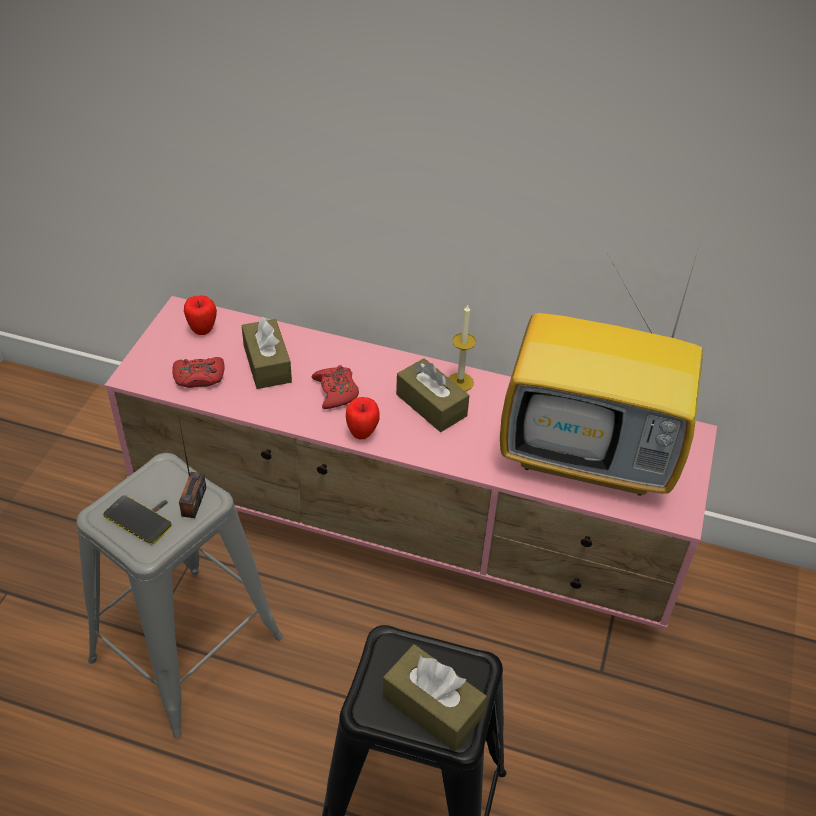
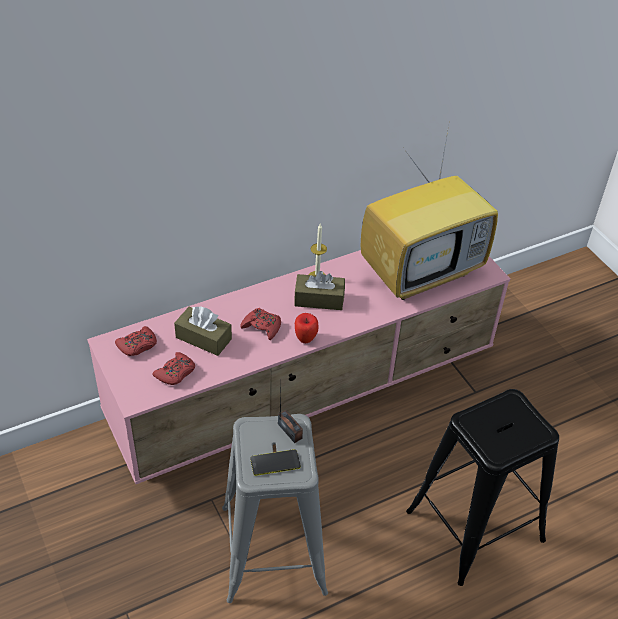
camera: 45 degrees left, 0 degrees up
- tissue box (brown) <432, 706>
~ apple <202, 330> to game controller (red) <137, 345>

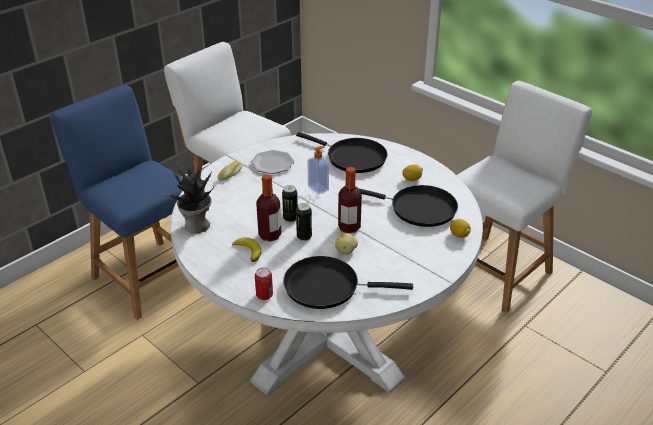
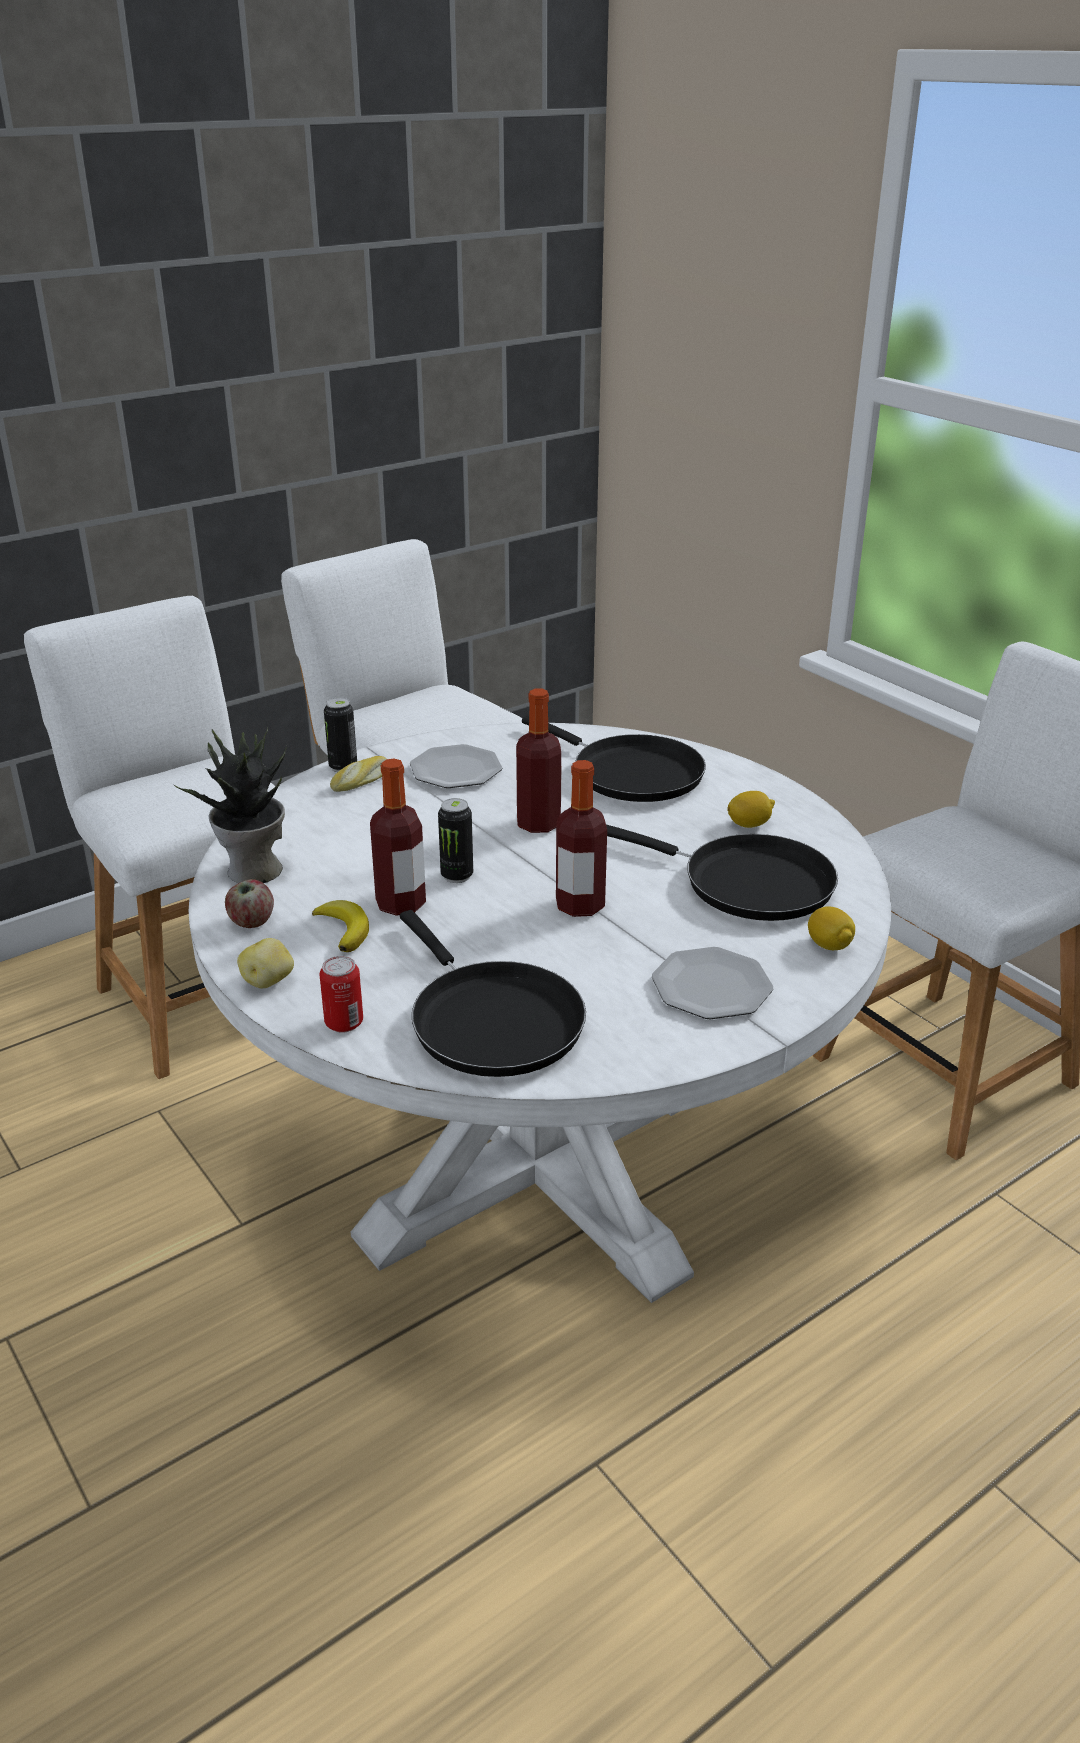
camera: 10 degrees right, 5 degrees down
+ apple <251, 922>
+ plate <711, 988>
~ can <304, 237> to <343, 767>
~ potato <346, 251> to <268, 981>
~ soap dispenser <319, 188> to bottle <538, 824>
~ chair (blue) <146, 275> to chair (white) <205, 995>
~ frying pan (black) <327, 286> = <491, 1020> 135 degrees counterclockwise

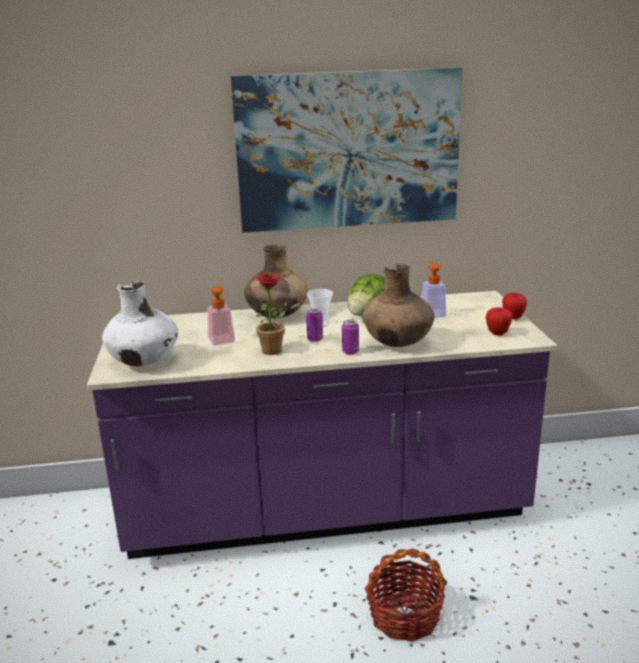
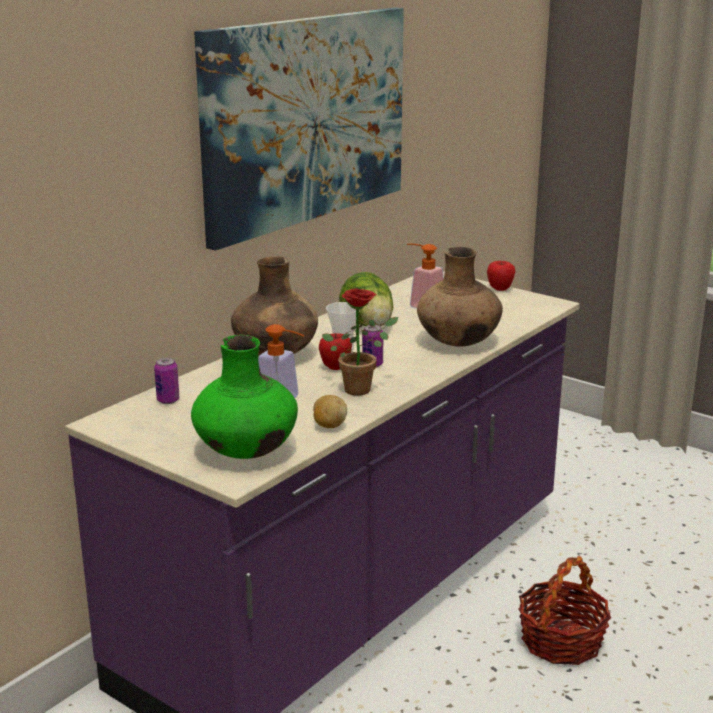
camera: 45 degrees left, 0 degrees up
+ potato <329, 426>
~ can <350, 351> to <168, 400>
~ apple <497, 333> to <335, 367>
~ vase (white) <144, 362> to vase (green) <246, 451>

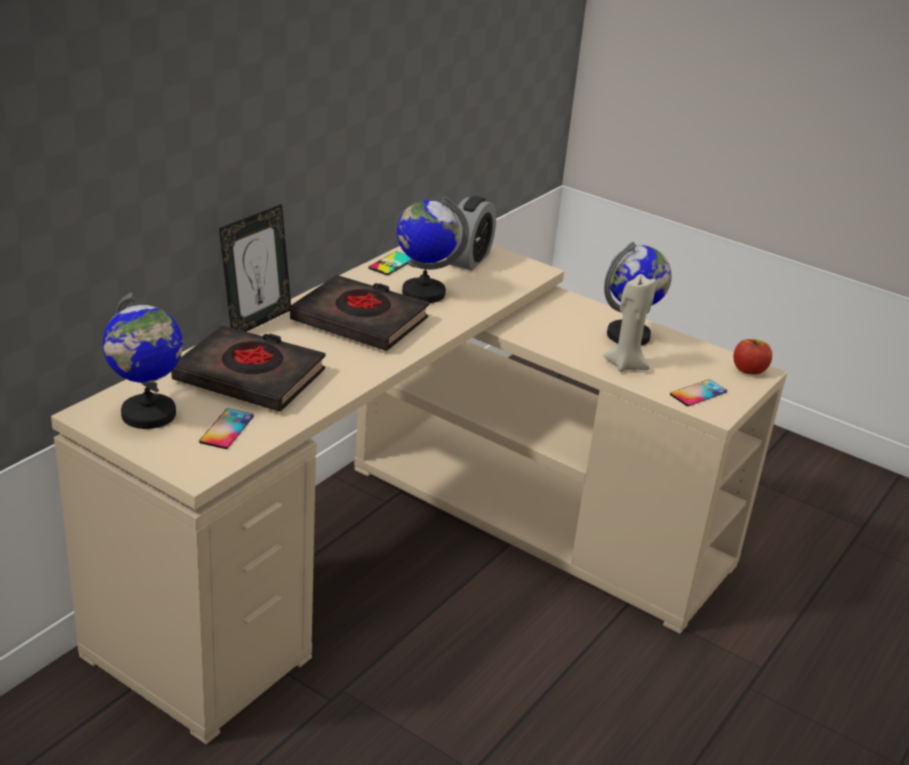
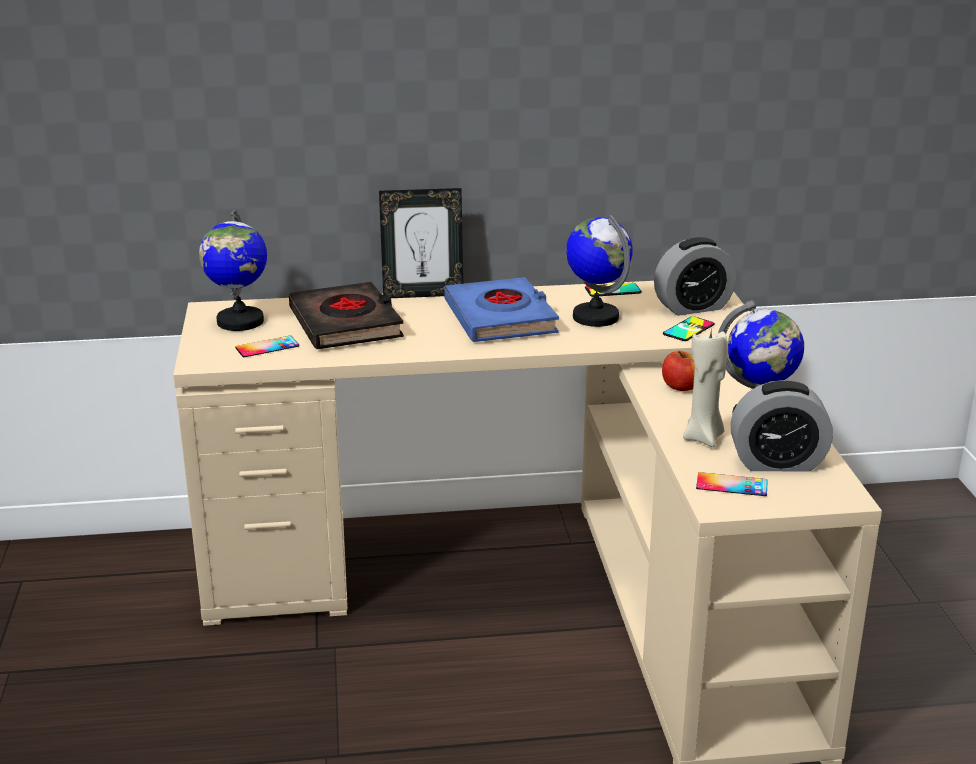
camera: 50 degrees right, 5 degrees down
+ phone <688, 329>
+ alarm clock <777, 463>
~ apple <749, 370> to <681, 386>
~ book (black) <360, 321> to book (blue) <501, 318>

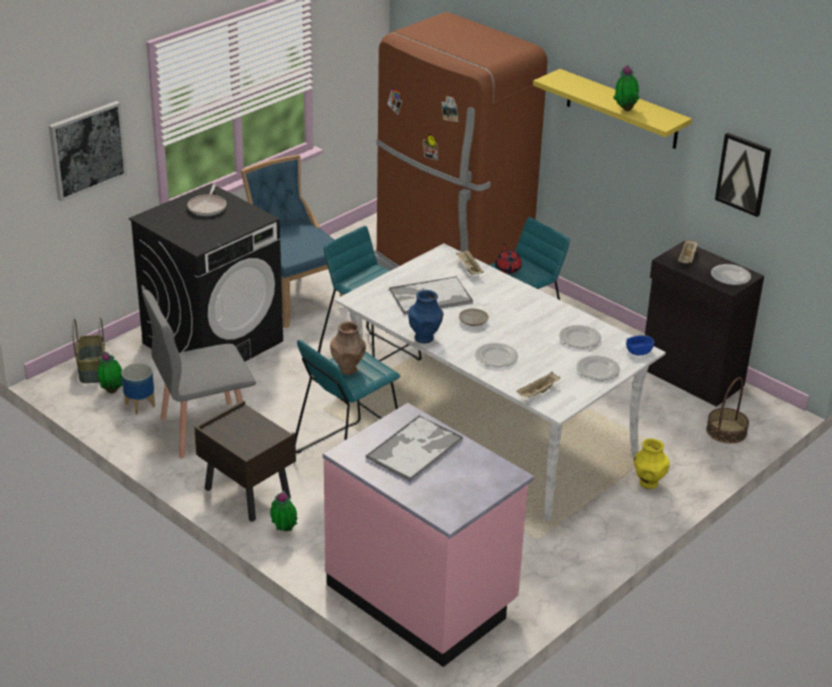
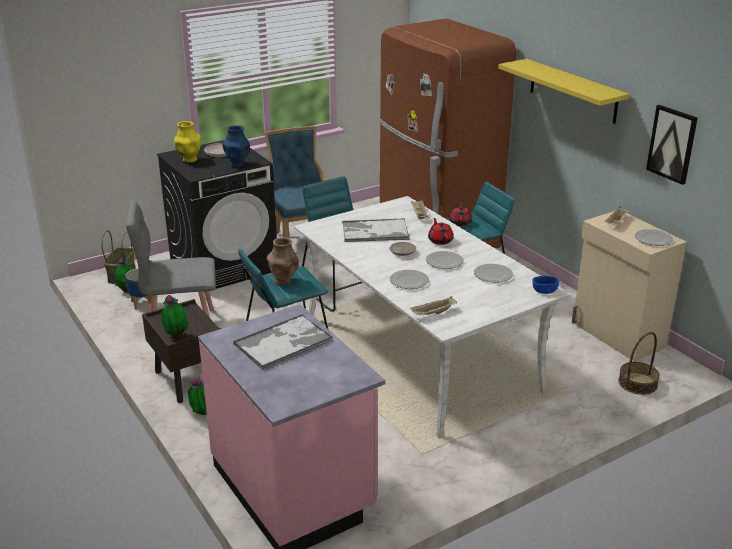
camera: 15 degrees right, 5 degrees down
- picture <87, 150>
+ teapot (red) <440, 240>
~ vase (blue) <424, 338> to <237, 164>
~ plate <598, 370> to <444, 262>
~ potted plant <625, 109> to <176, 335>
~ vase (yellow) <648, 483> to <189, 160>
~ cabinet (black) <691, 378> to cabinet (beige) <617, 335>

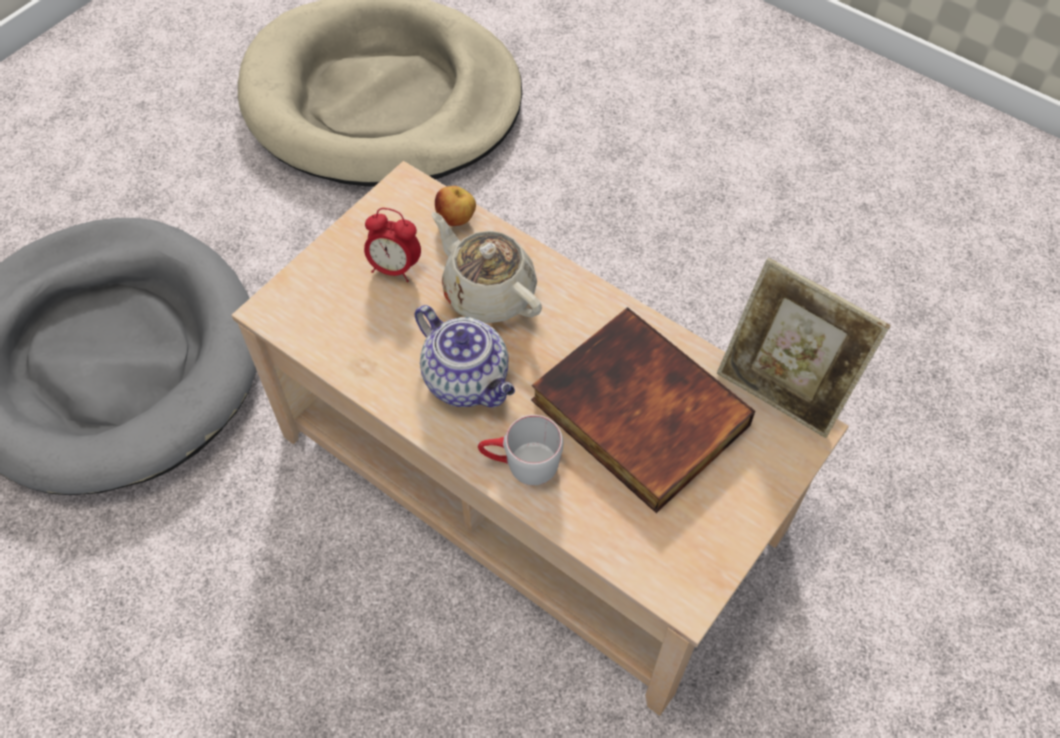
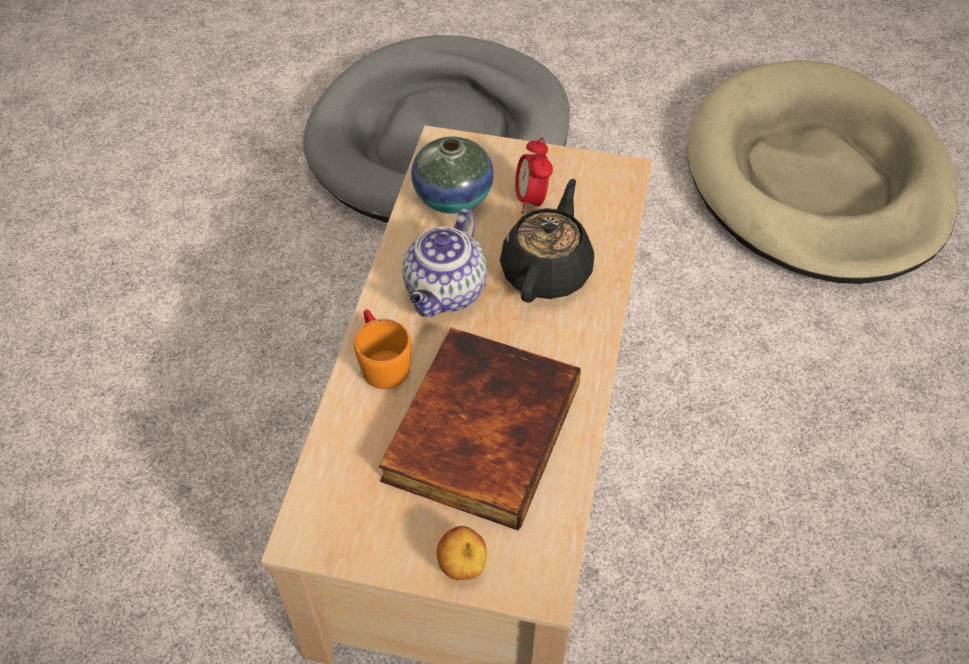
camera: 65 degrees right, 5 degrees down
- picture frame <783, 389>
+ vase <453, 196>
~ apple <456, 219> to <462, 566>
~ teapot (beige) <488, 292> to teapot (black) <547, 270>
~ mug (grey) <520, 464> to mug (orange) <381, 361>

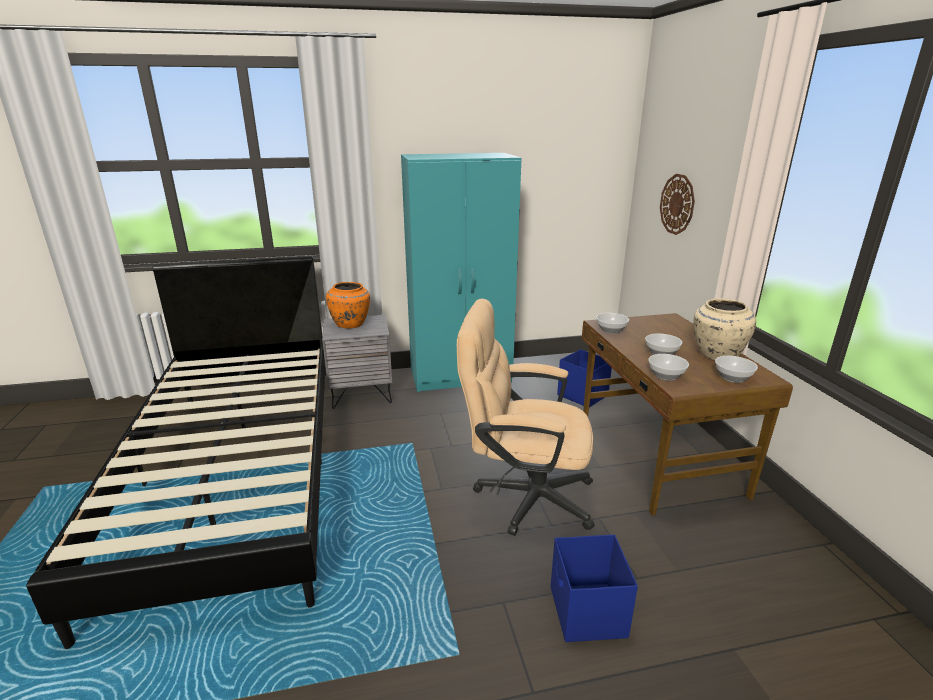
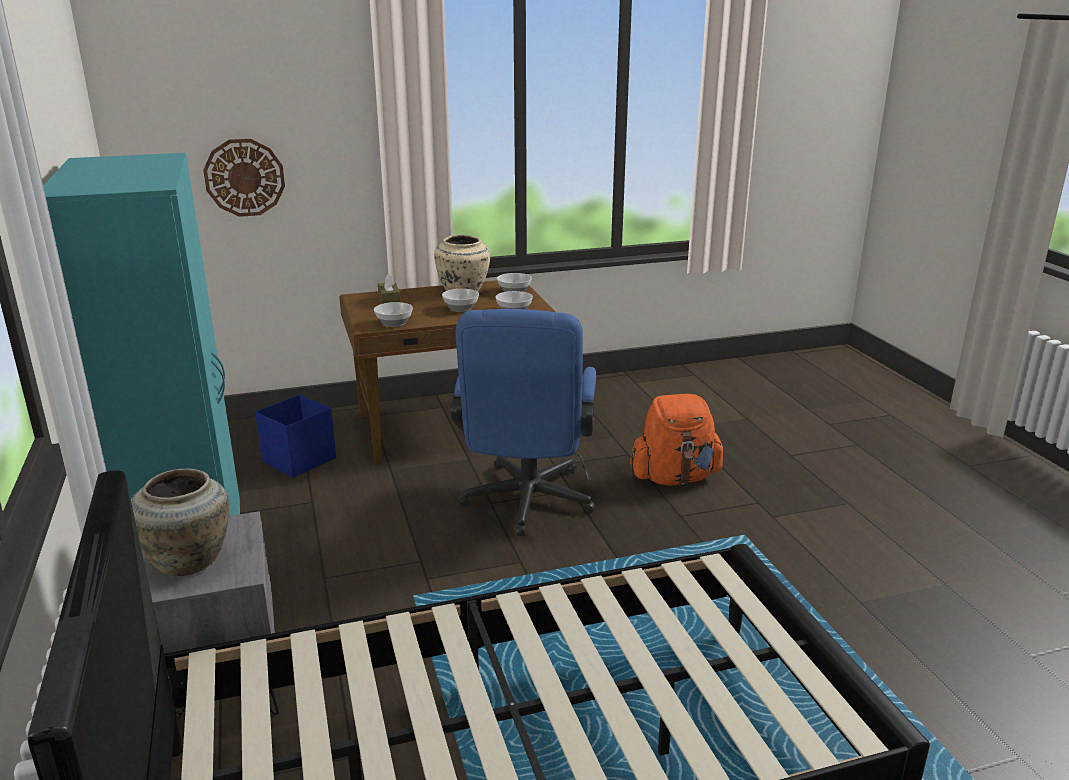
camera: 95 degrees left, 0 degrees up
+ tissue box (brown) <389, 301>
~ storage box (blue) <587, 613> to backpack (orange) <674, 478>
~ vase (orange) <350, 324> to vase (beige) <190, 560>
~ office chair (beige) <523, 496> to office chair (blue) <526, 505>

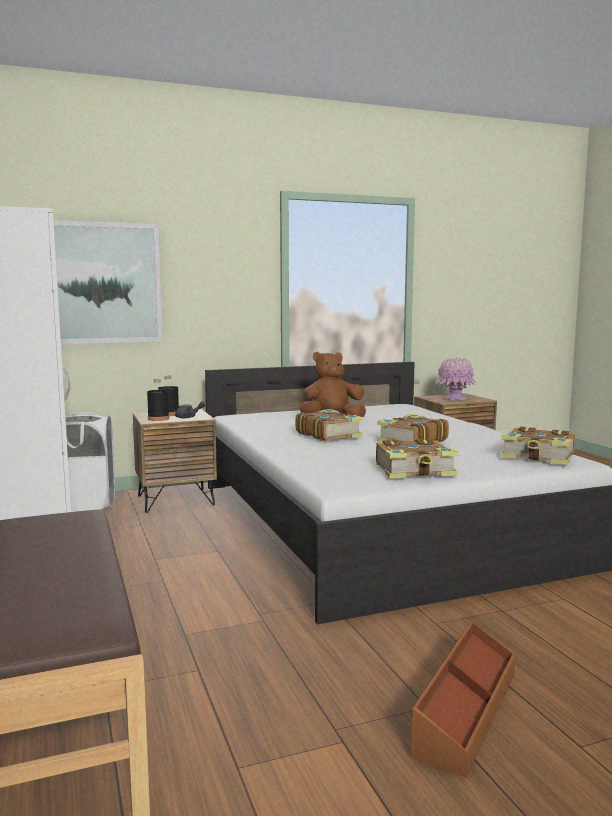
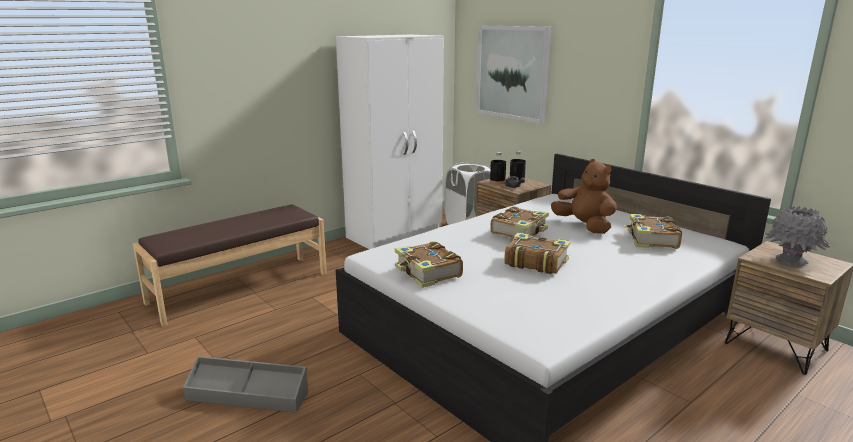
camera: 70 degrees right, 10 degrees up
~ book <539, 457> to <651, 240>
~ storage box (brown) <465, 710> to storage box (grey) <248, 395>
~ vase (pink) <454, 398> to vase (grey) <791, 260>

